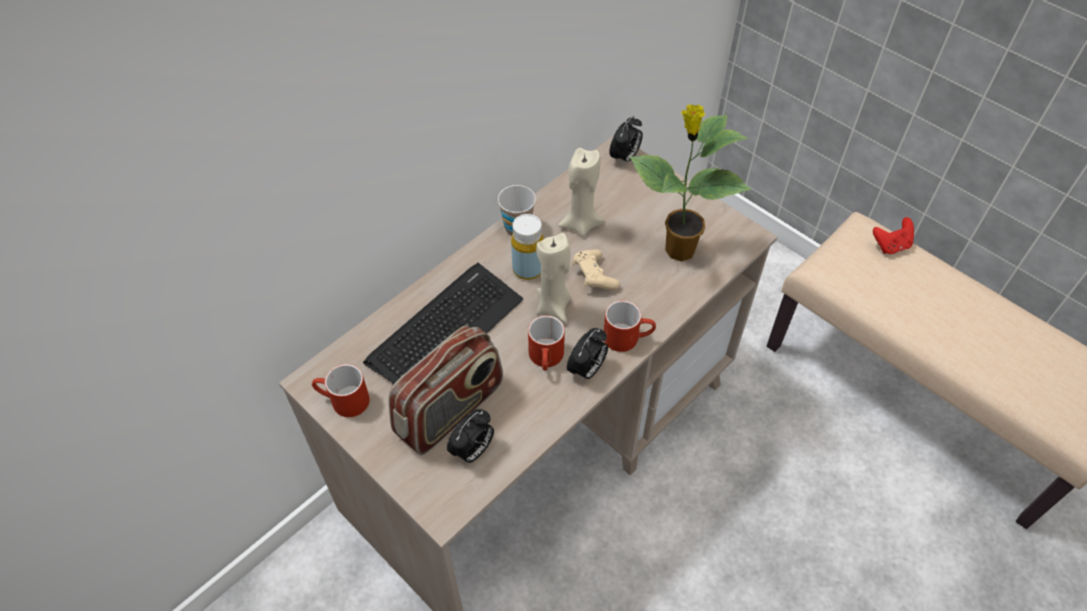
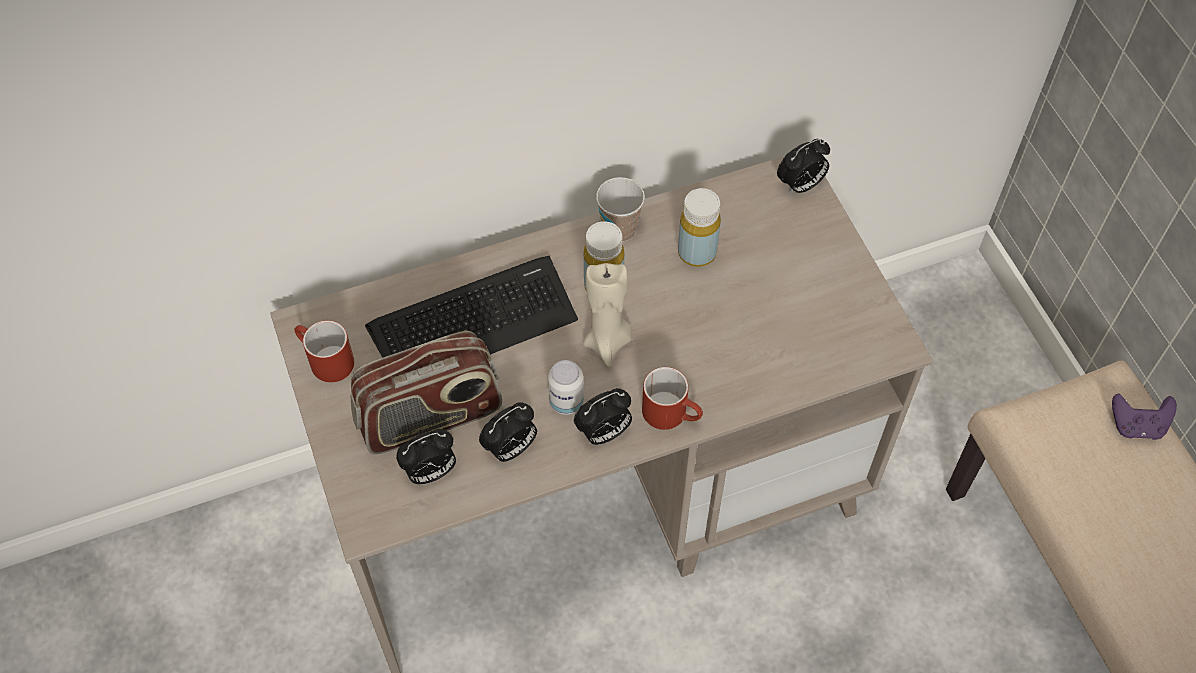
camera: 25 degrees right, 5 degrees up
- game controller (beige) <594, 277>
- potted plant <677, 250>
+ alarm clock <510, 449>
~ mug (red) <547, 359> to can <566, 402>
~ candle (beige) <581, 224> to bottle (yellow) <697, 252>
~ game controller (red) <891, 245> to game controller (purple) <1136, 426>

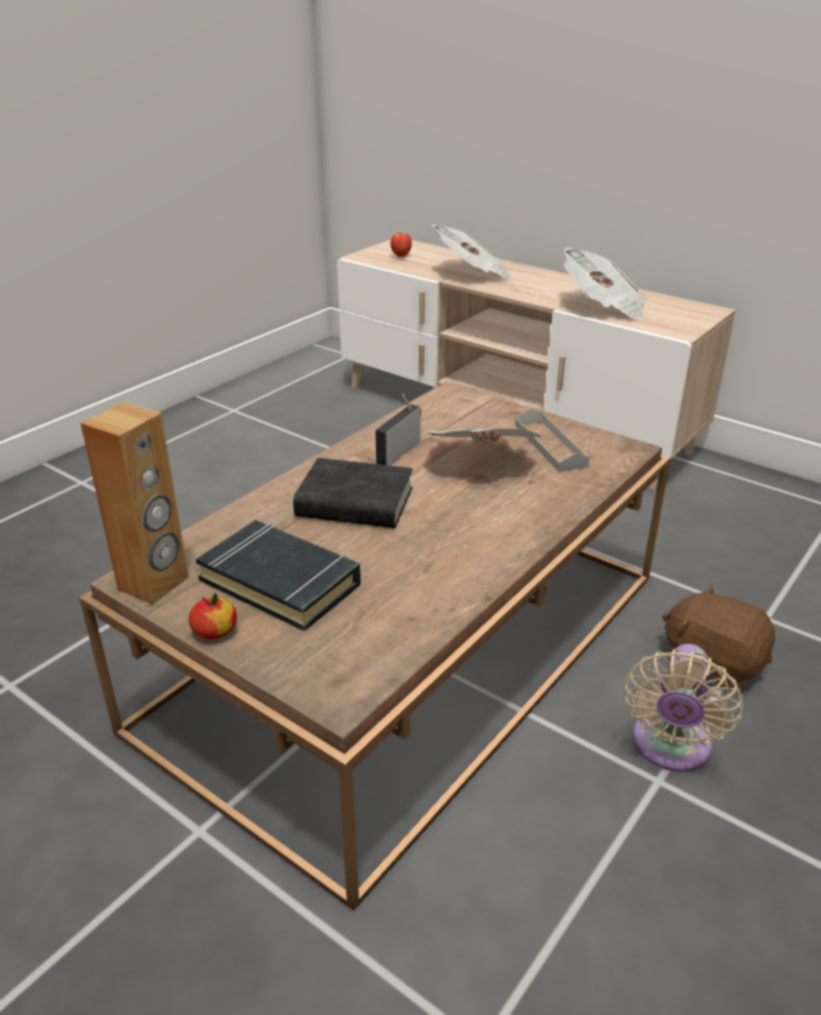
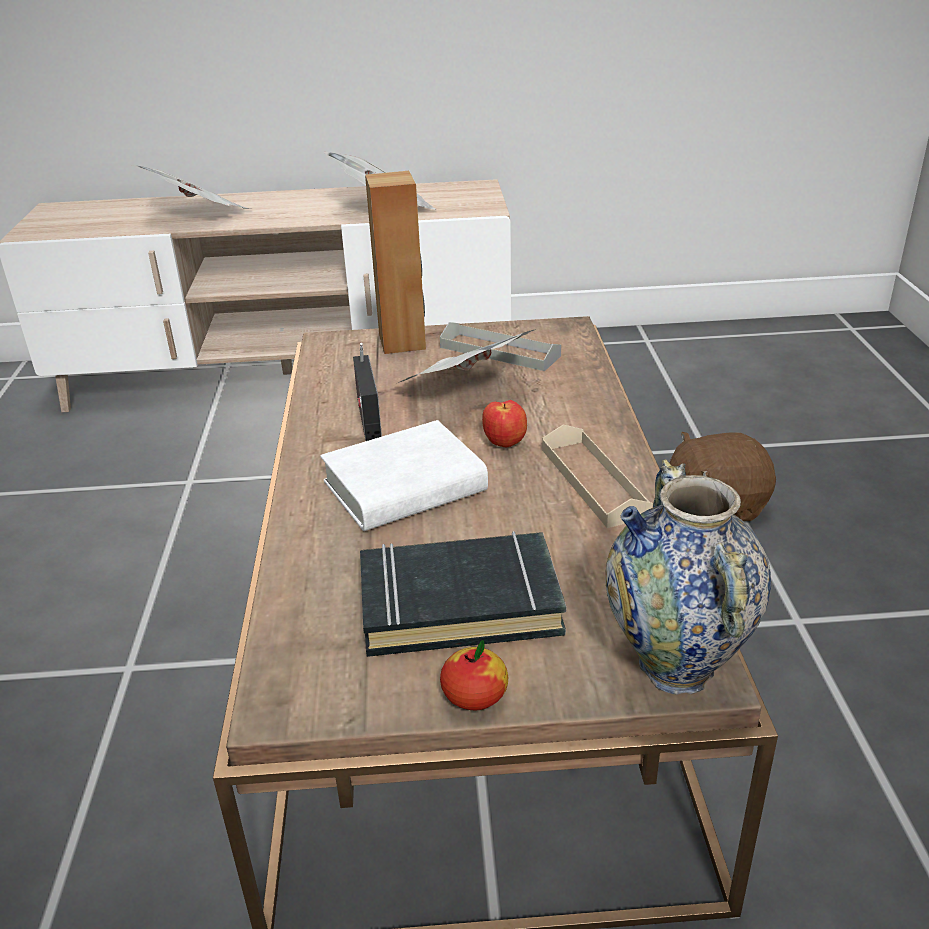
camera: 40 degrees left, 0 degrees up
- fan (beige) <670, 748>
+ tray (beige) <593, 481>
+ vase <676, 667>
~ speaker (brown) <154, 583> to <403, 342>
~ apple <401, 256> to <505, 444>
~ book (black) <354, 503> to book (white) <404, 487>

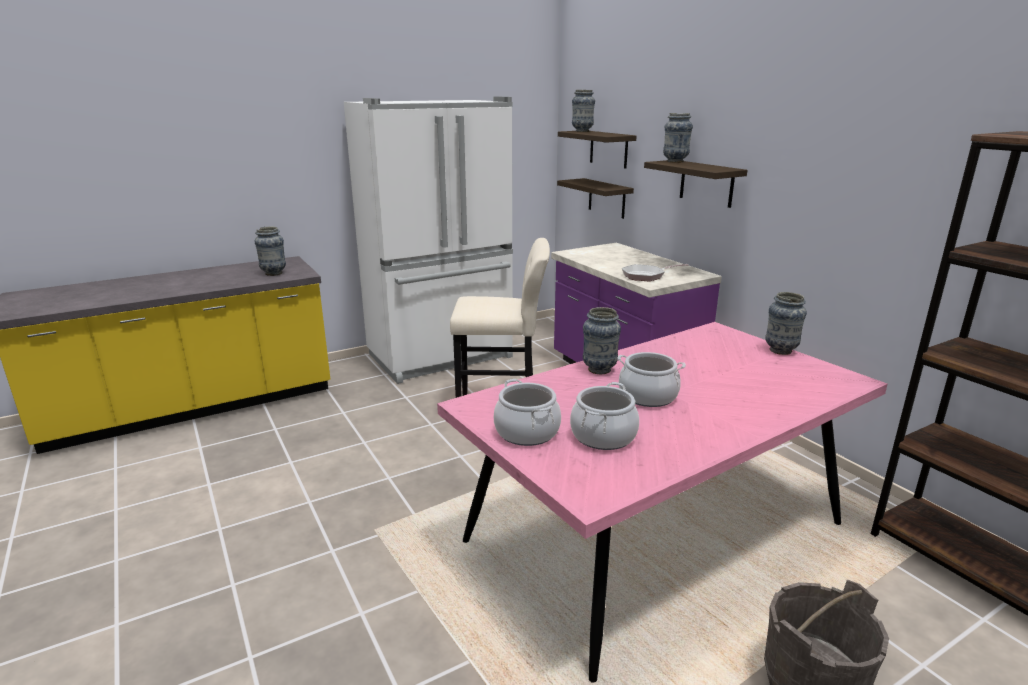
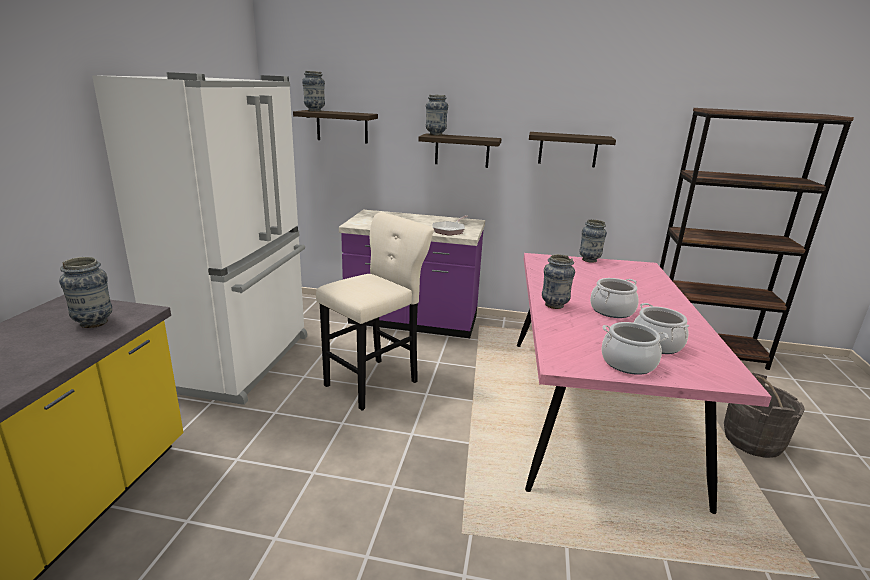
camera: 50 degrees left, 0 degrees up
~ shelf <606, 198> to <568, 149>

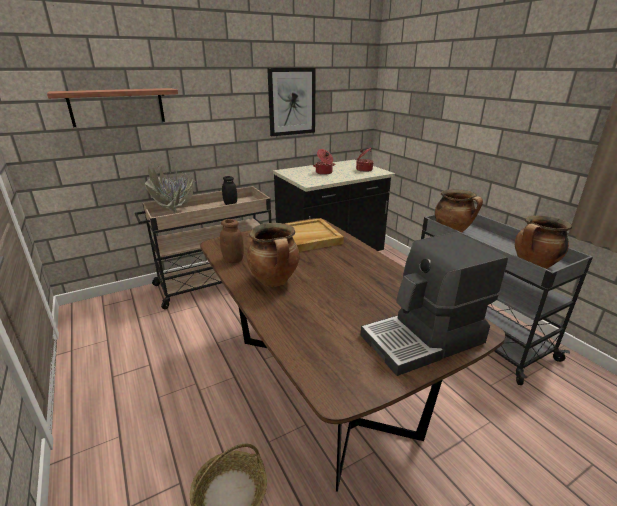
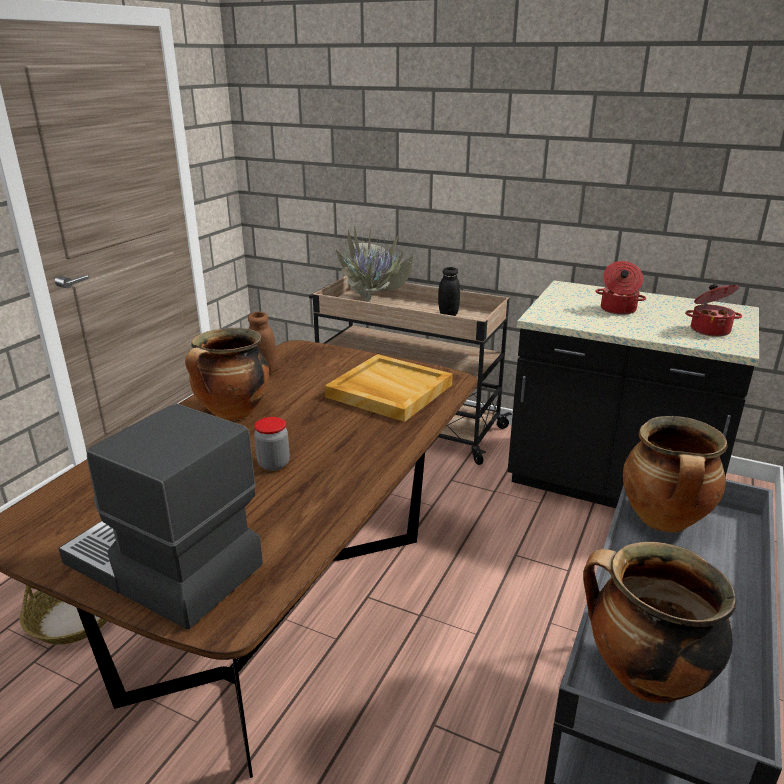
camera: 55 degrees right, 0 degrees up
- shelf <117, 107>
- picture <292, 102>
+ jar <273, 464>

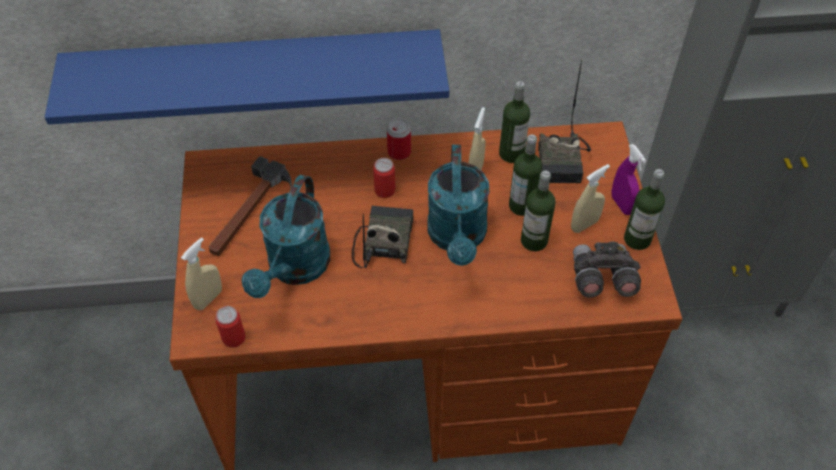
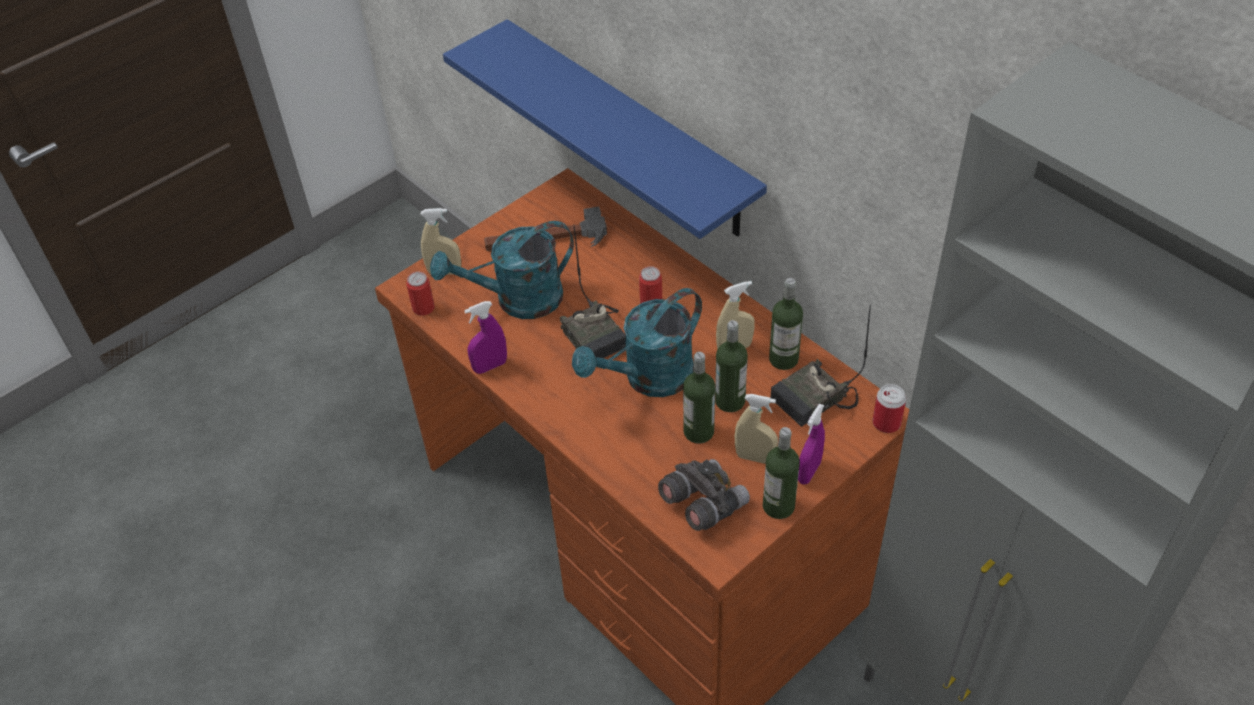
camera: 55 degrees right, 5 degrees down
+ spray bottle (purple) <490, 366>
~ can <399, 152> to <886, 423>
~ radio <383, 241> = <597, 335> 90 degrees clockwise

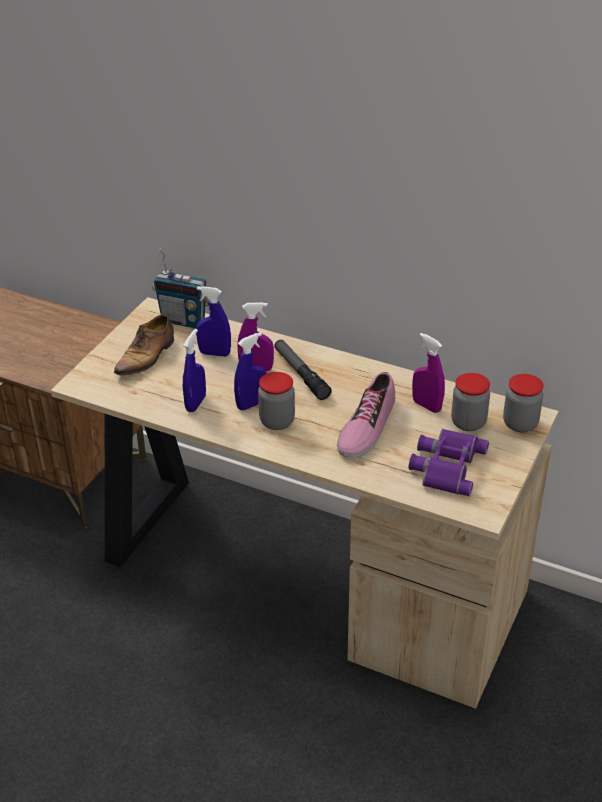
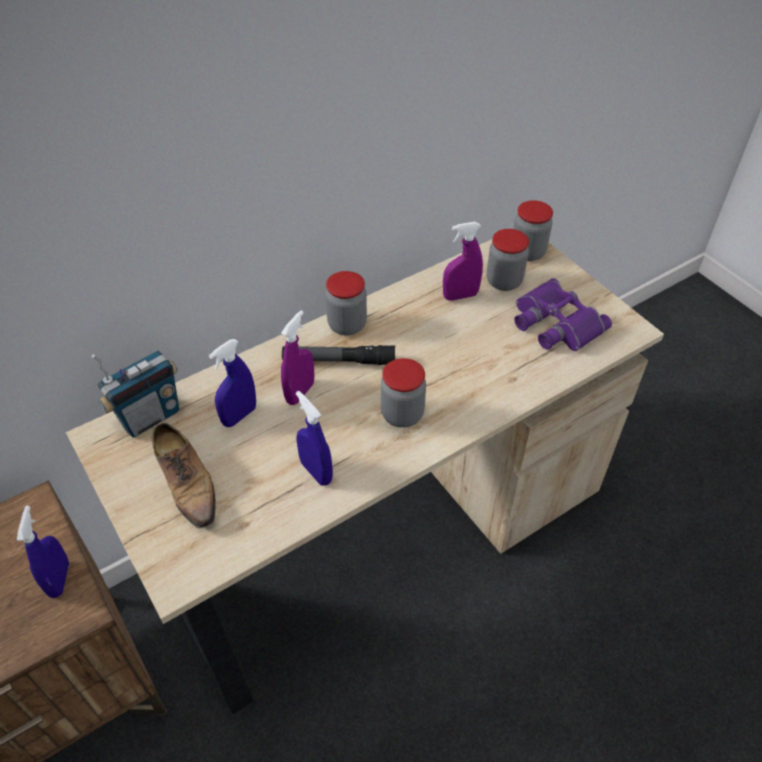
camera: 60 degrees left, 10 degrees up
- shoe <366, 426>
+ jar <347, 325>
~ spray bottle (blue) <252, 404> to <59, 579>

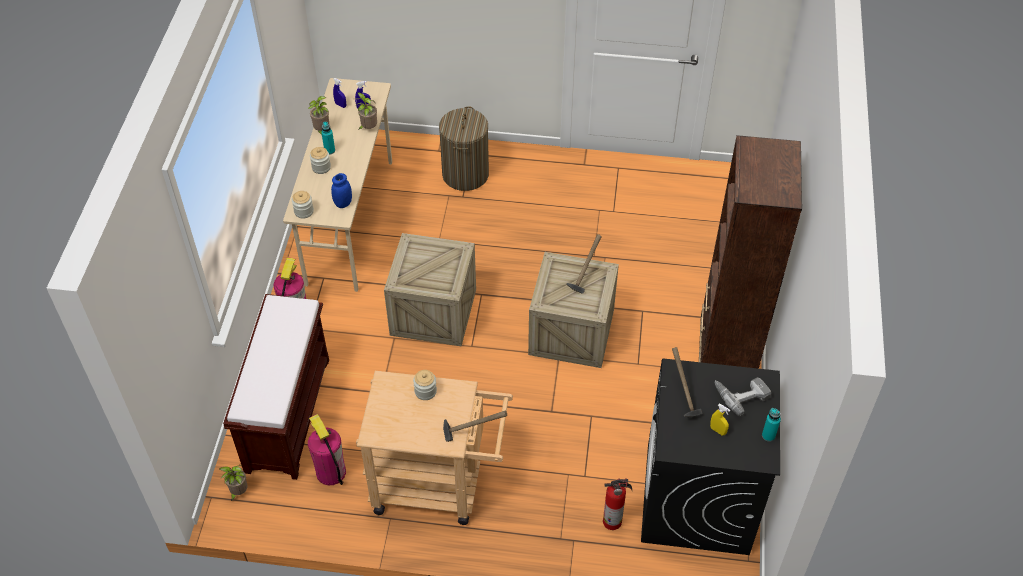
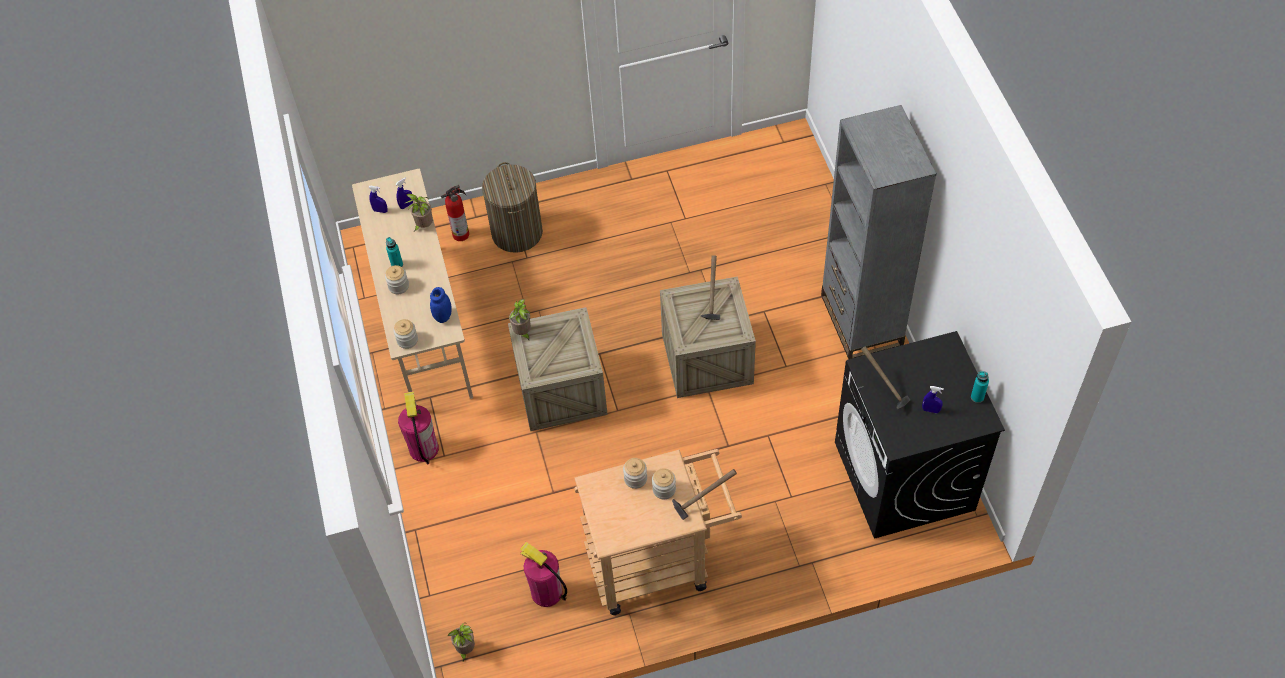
camera: 20 degrees left, 5 degrees up
- bench (brown) <287, 413>
- power drill <741, 394>
+ jar <664, 489>
~ potted plant <322, 131> to <523, 333>
~ fire extinguisher <613, 521> to <462, 234>
~ bookcase (brown) <726, 350> to bookcase (grey) <861, 320>
~ spray bottle (yellow) <717, 430> to spray bottle (blue) <930, 410>

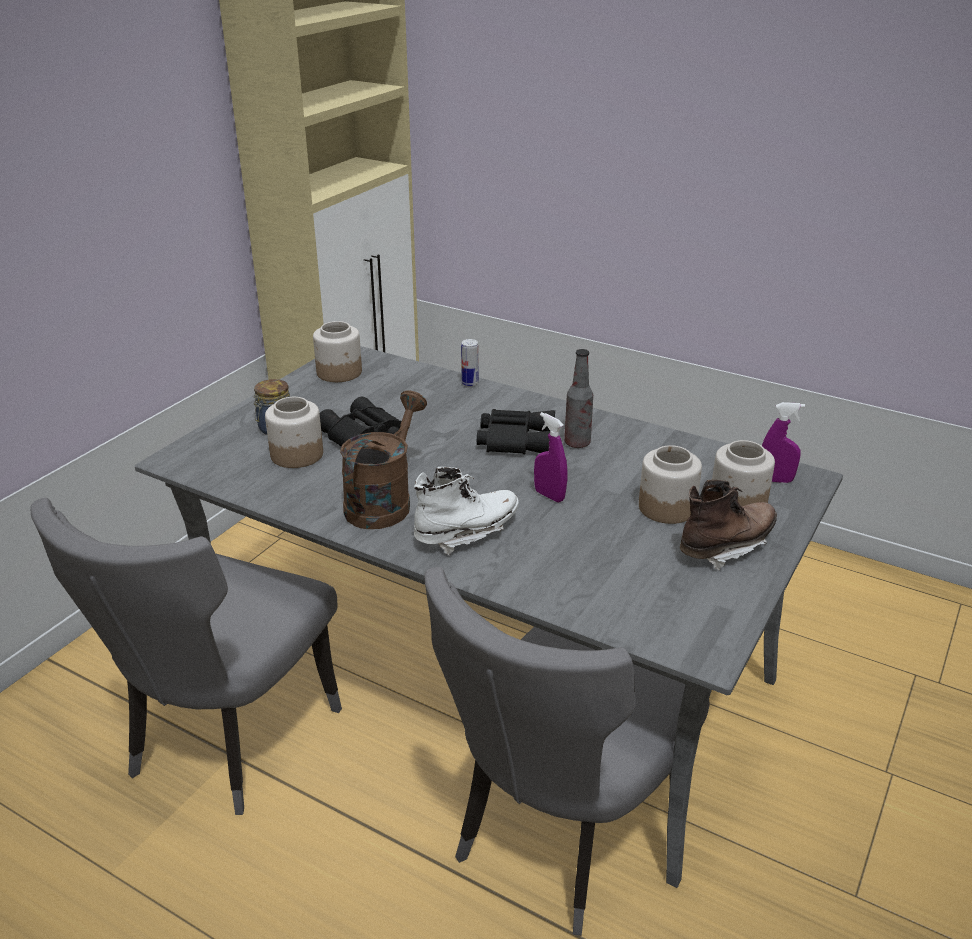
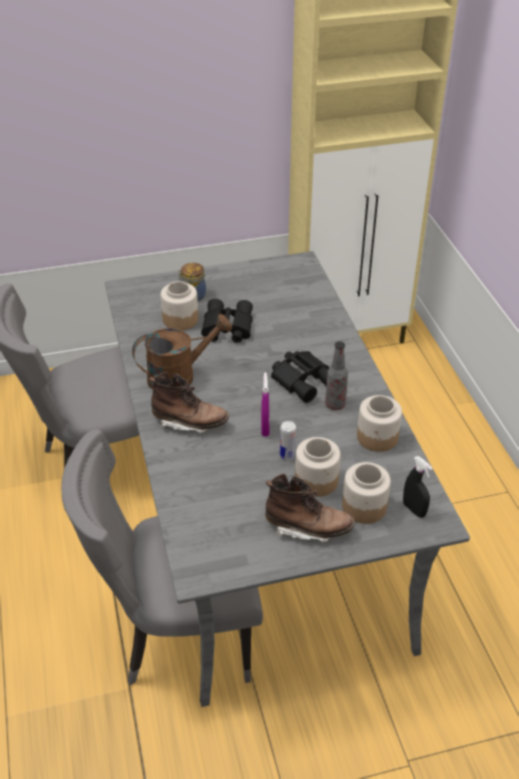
camera: 45 degrees right, 10 degrees up
~ jar <340, 372> to <377, 437>
~ can <470, 383> to <287, 455>
~ boot (white) <466, 533> to boot (brown) <190, 422>
~ spray bottle (purple) <775, 480> to spray bottle (black) <414, 509>

